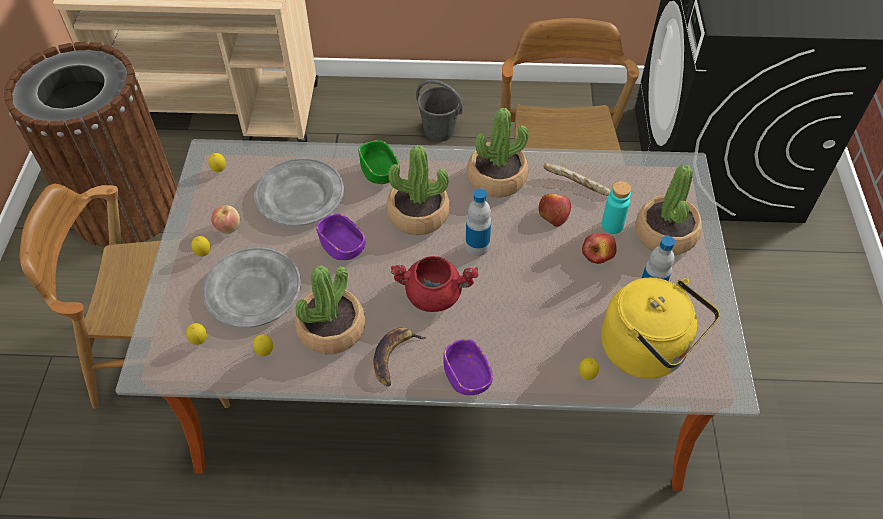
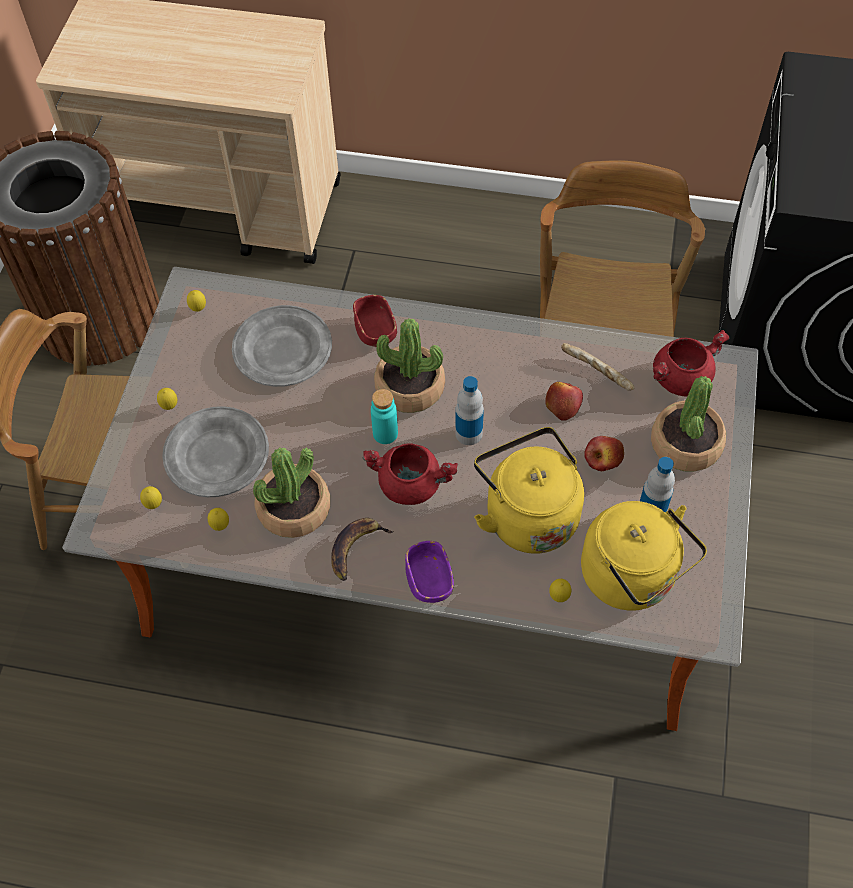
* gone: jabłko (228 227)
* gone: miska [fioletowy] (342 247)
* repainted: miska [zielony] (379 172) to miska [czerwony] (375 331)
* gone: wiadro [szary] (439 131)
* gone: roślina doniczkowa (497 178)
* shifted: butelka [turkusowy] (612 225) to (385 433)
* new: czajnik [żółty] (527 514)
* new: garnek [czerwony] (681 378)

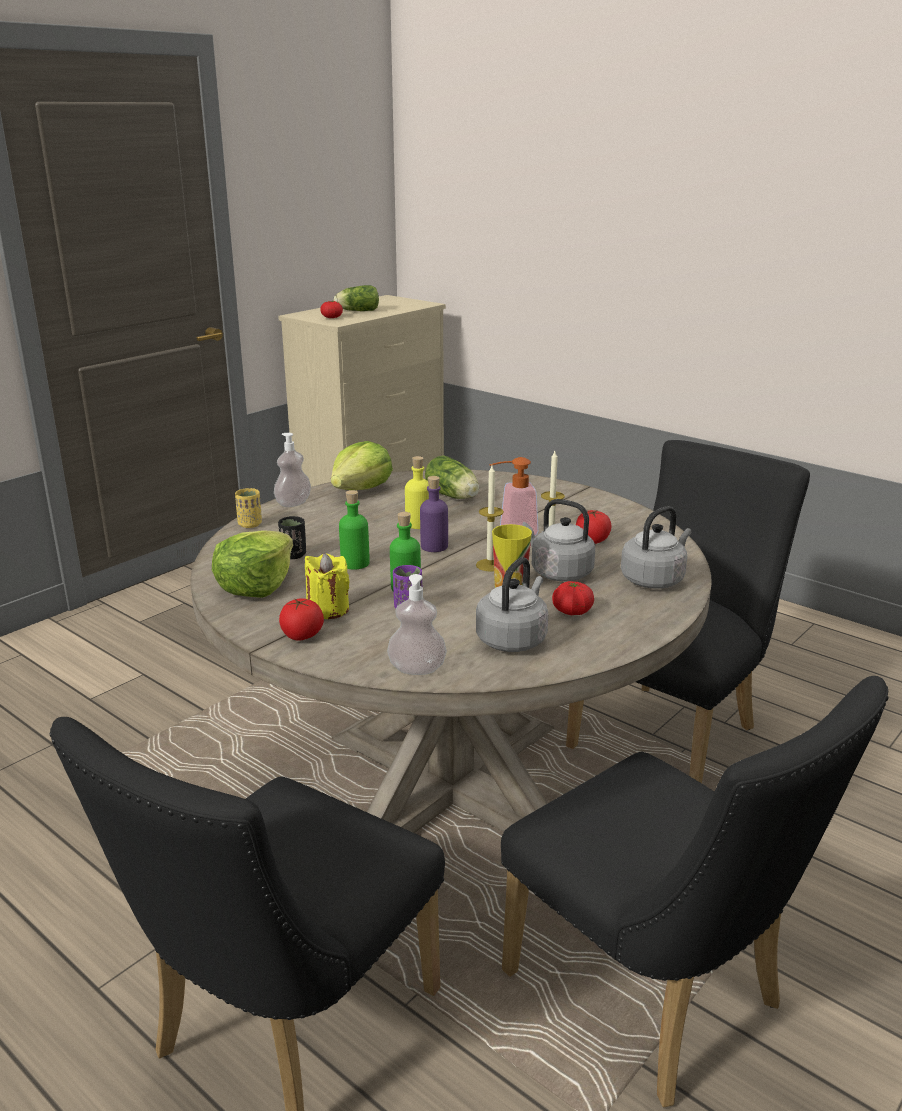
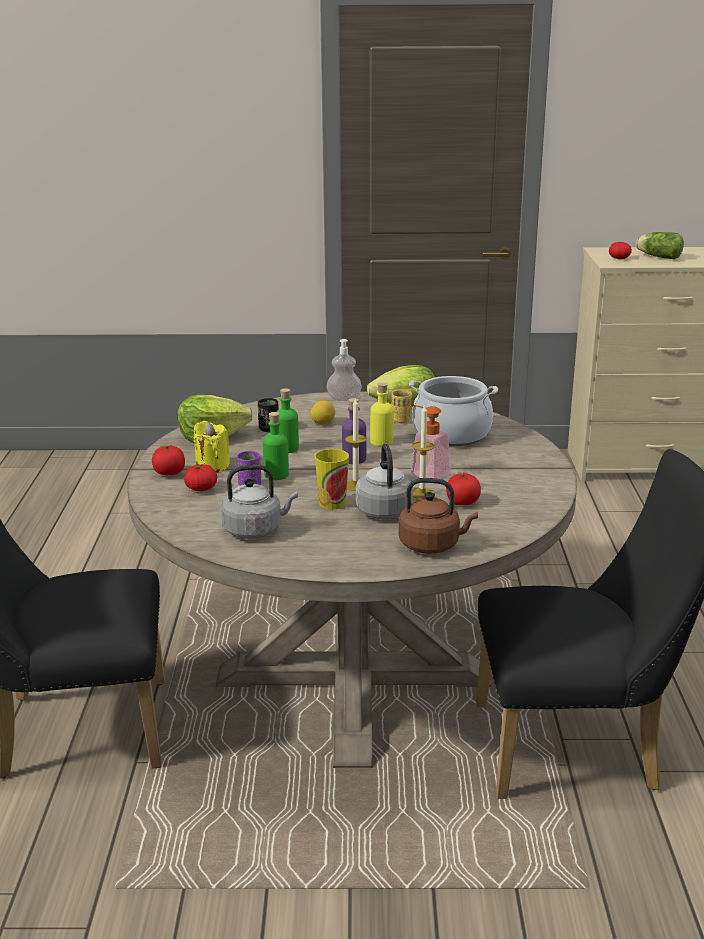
* shifted: filiżanka [żółty] (250 524) to (401 420)
* gone: dozownik mydła (417 669)
* swapped: sałata (454 496) to garnek (451 434)
* gone: krzesło [czarny] (657 1000)
* shifted: pomidor (572 611) to (201 488)
* repainted: czajnik [szary] (654 579) to czajnik [brązowy] (432 545)
* new: cytryna (322 423)

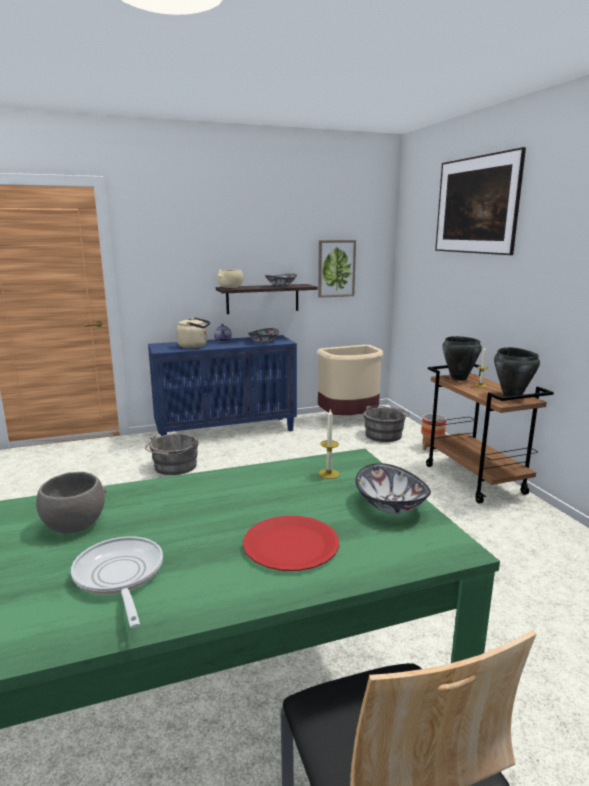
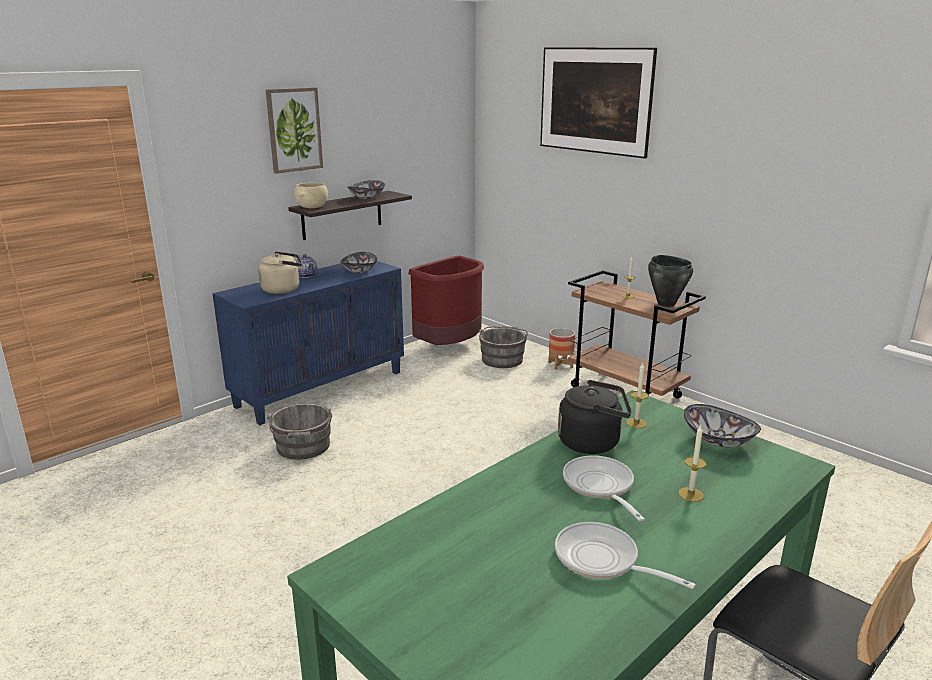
* gone: miska [szary] (74 523)
* swapped: talerz [czerwony] (291 545) to świeca (691 494)
* repainted: kosz na śmieci [beżowy] (349 419) to kosz na śmieci [czerwony] (450 346)
* shifted: obraz (336 268) to (294 130)
* gone: garnek [czarny] (458 378)
* new: czajnik [czarny] (593 442)
* new: patelnia (600 487)

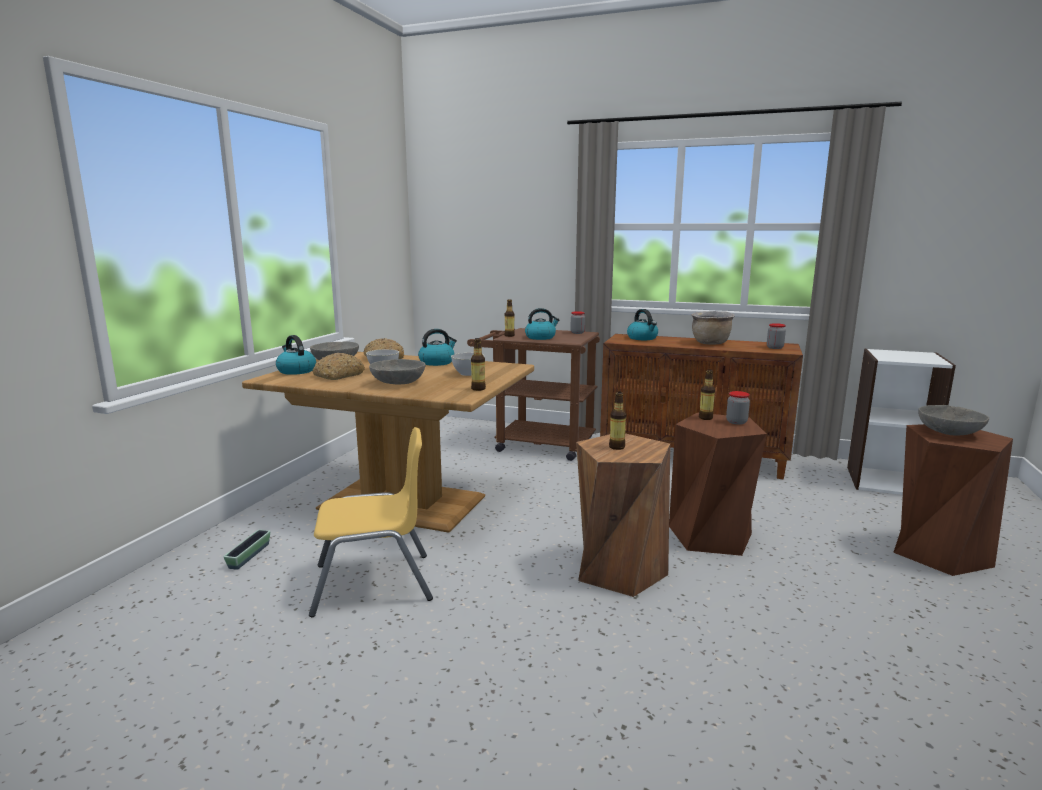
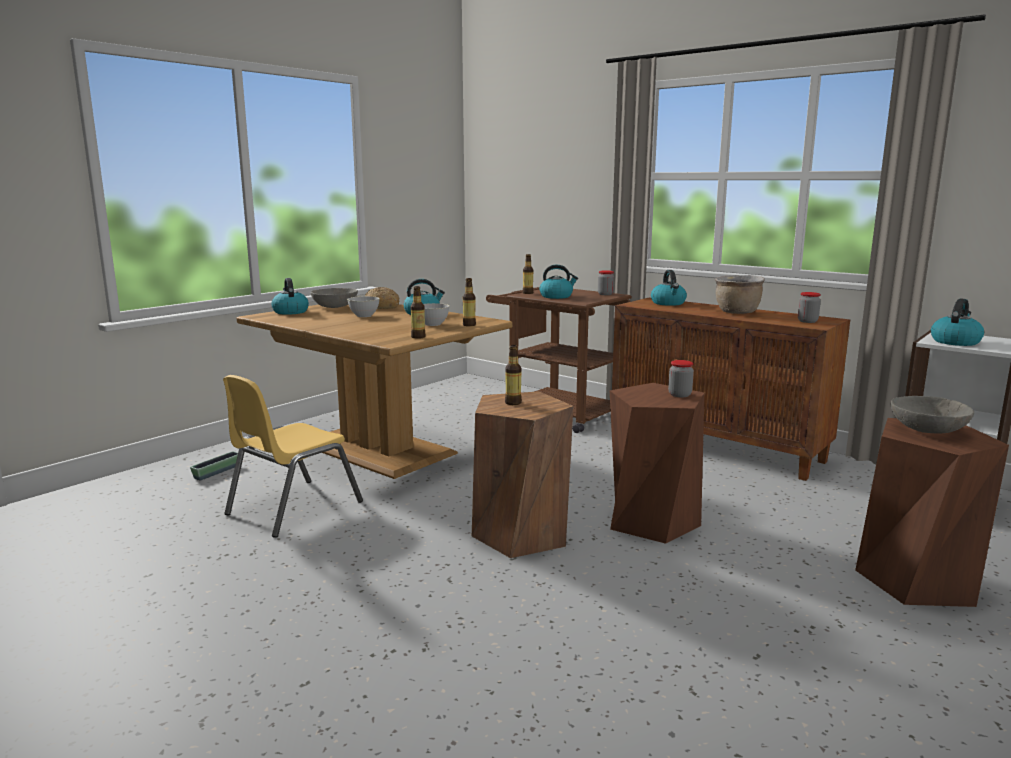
* rotated: krzesło [żółty] (373 583) = (293 508) 120 degrees clockwise
* gone: chleb (339 375)
* gone: miska [szary] (398 383)
* shifted: butelka (705 418) to (469 325)
* new: czajnik (955 342)

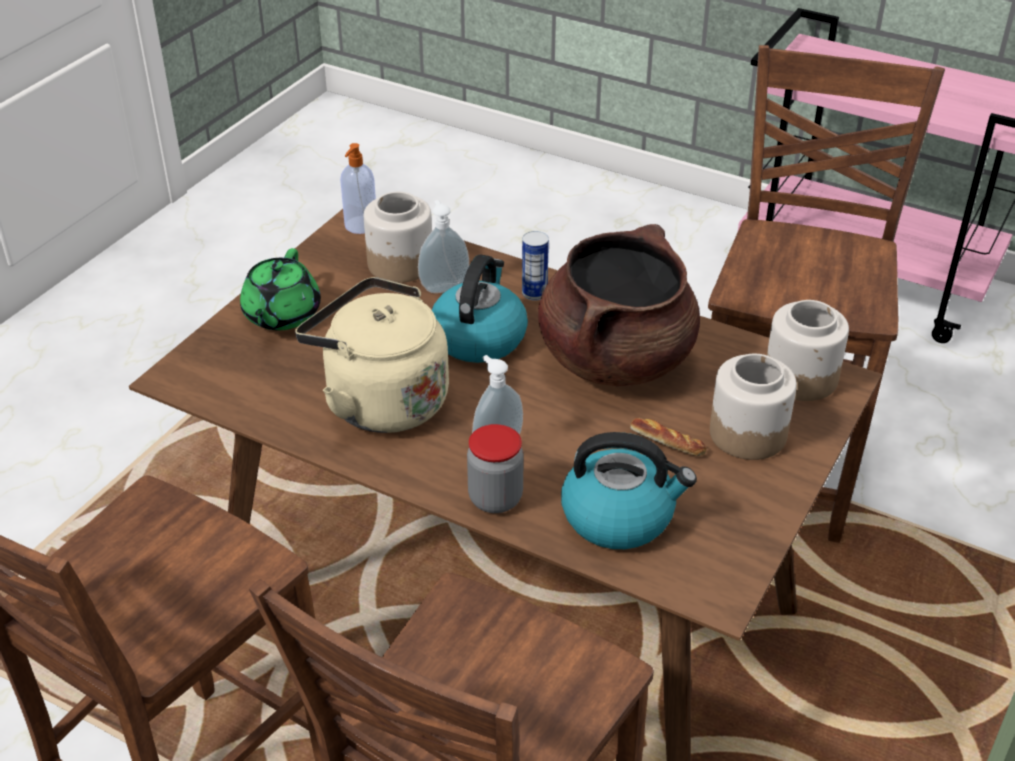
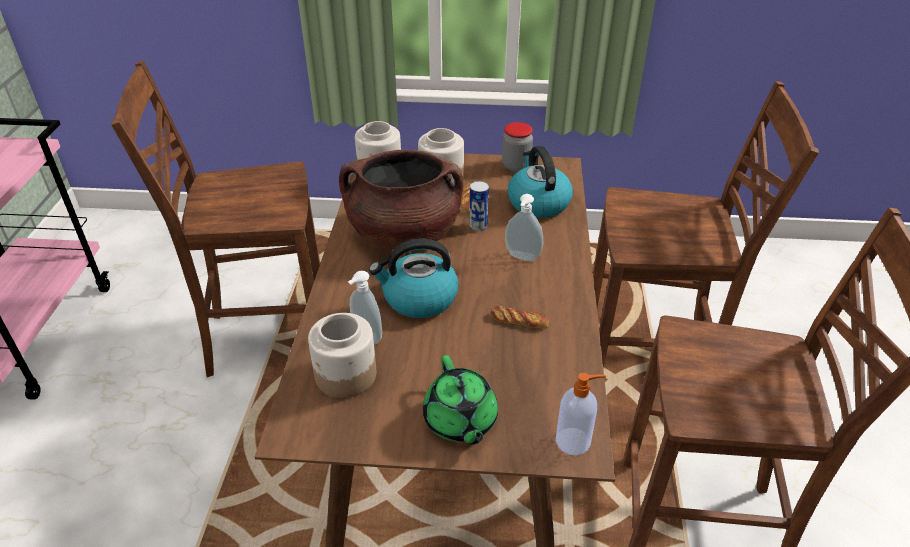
* rotated: imbryk [zielony] (281 315) = (460 421) 90 degrees clockwise
* swapped: czajnik [beżowy] (380 400) to chleb (518 321)
* shifted: dozownik mydła (360 226) to (574 441)
* shifted: słoik (495 499) to (516 166)
* shifted: puszka (534 293) to (478 226)

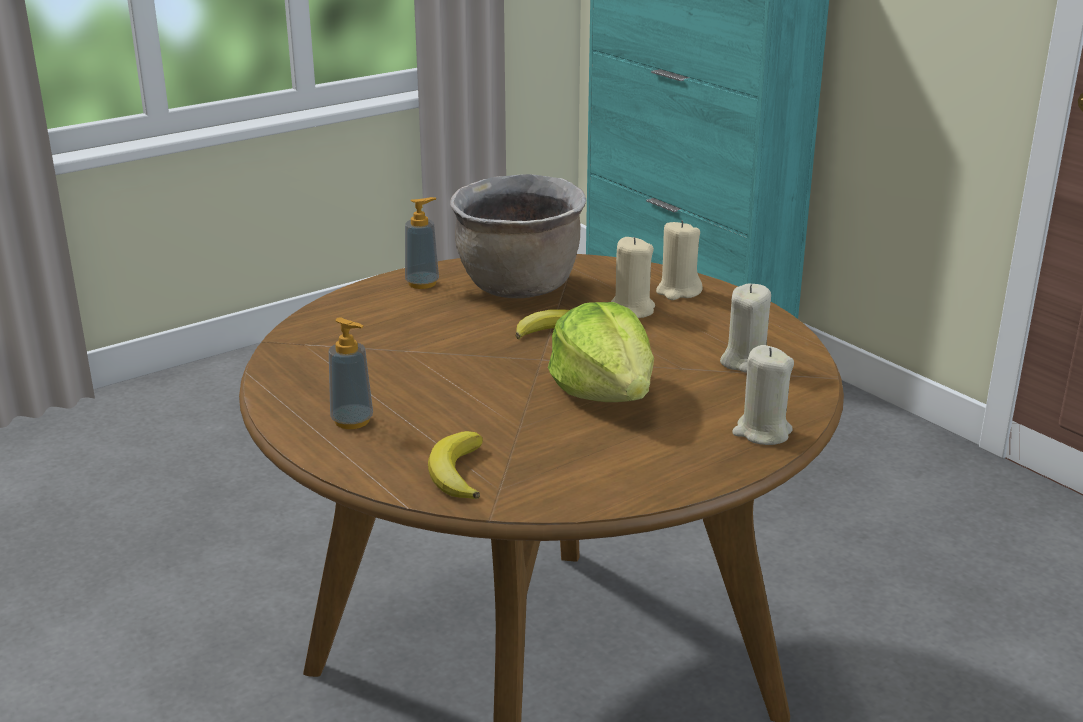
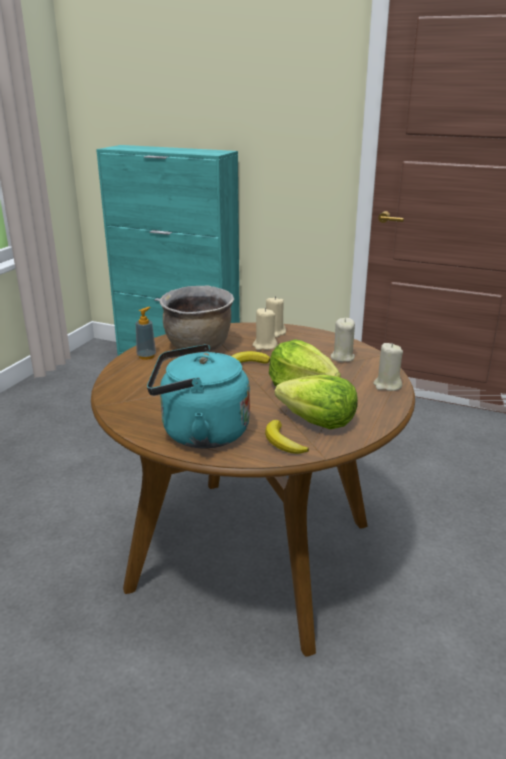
* swapped: dozownik mydła (352 421) to czajnik [turkusowy] (199 433)
* new: sałata (318 421)

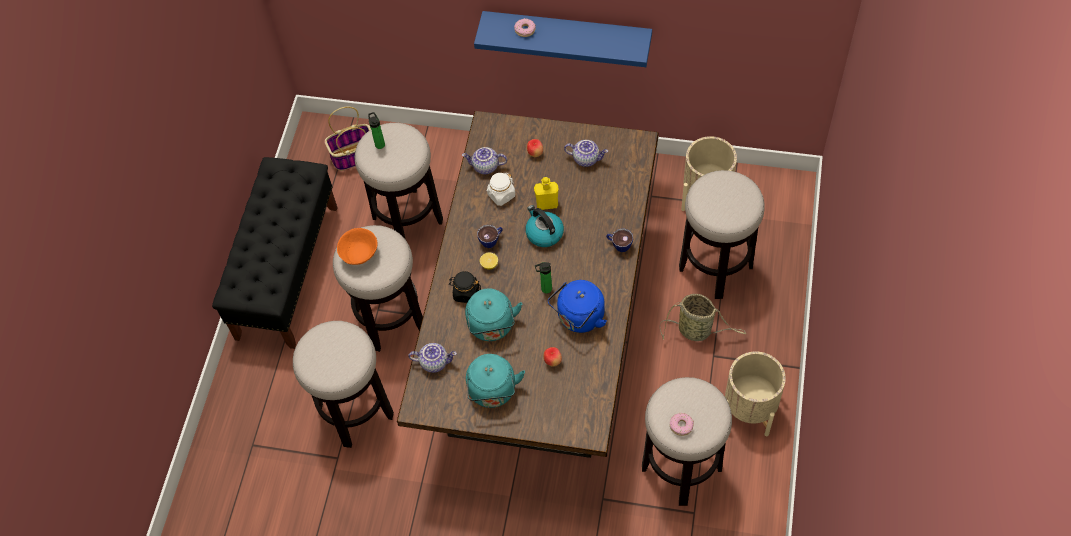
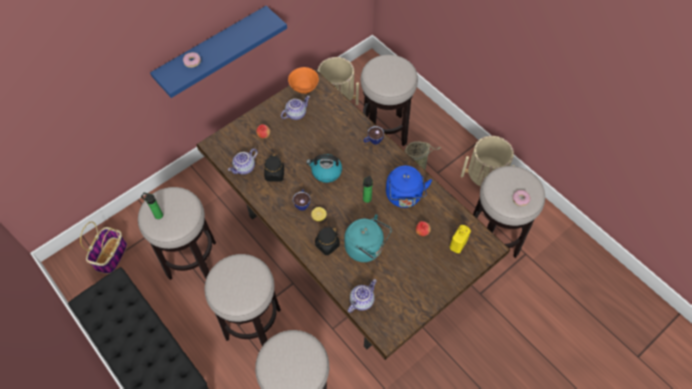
* shifted: miska [pomarańczowy] (359 254) to (303 87)
* gone: czajnik [turkusowy] (493 392)
* repainted: słoik [biały] (501 195) to słoik [czarny] (274 174)
* shifted: butelka [żółty] (547 204) to (458 245)

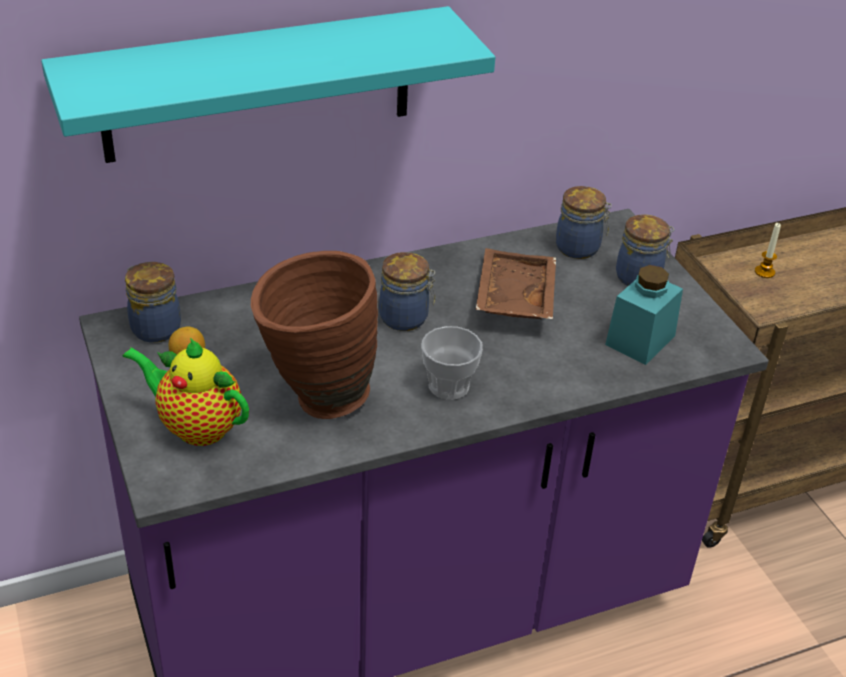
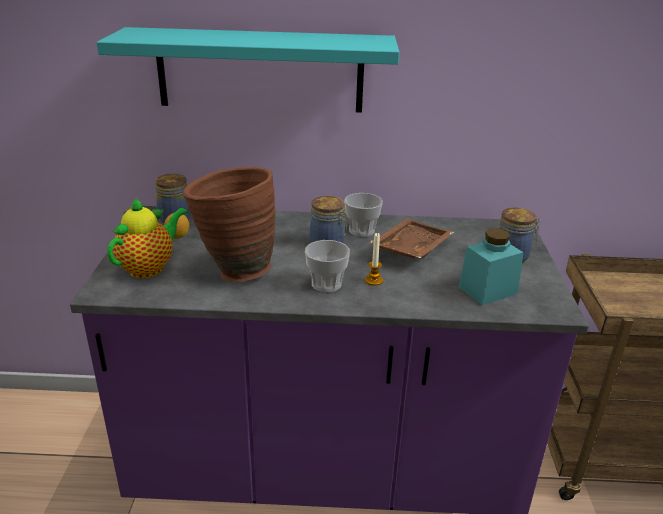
* rotated: imbryk (196 426) = (150 268) 75 degrees clockwise
* gone: słoik (579 248)
* shifted: świeca (764 272) to (374 280)
* new: filiżanka (361 231)

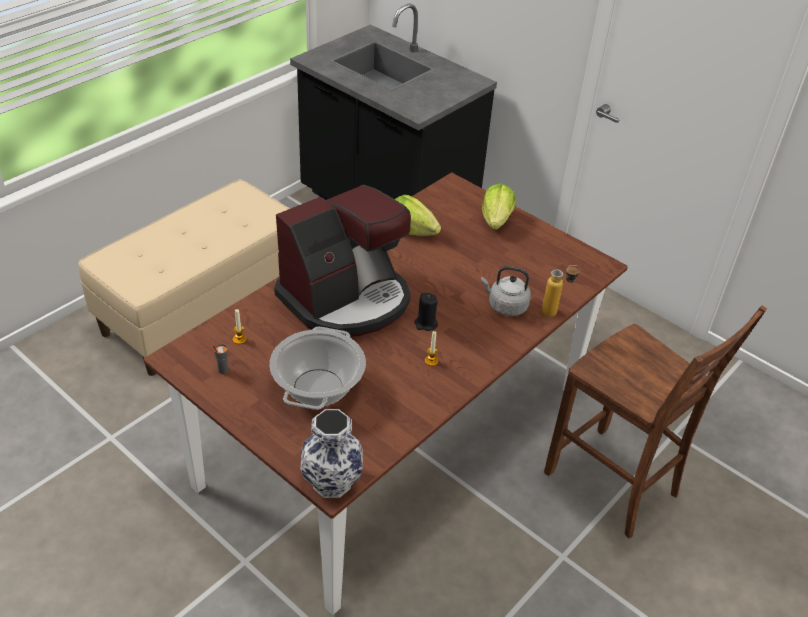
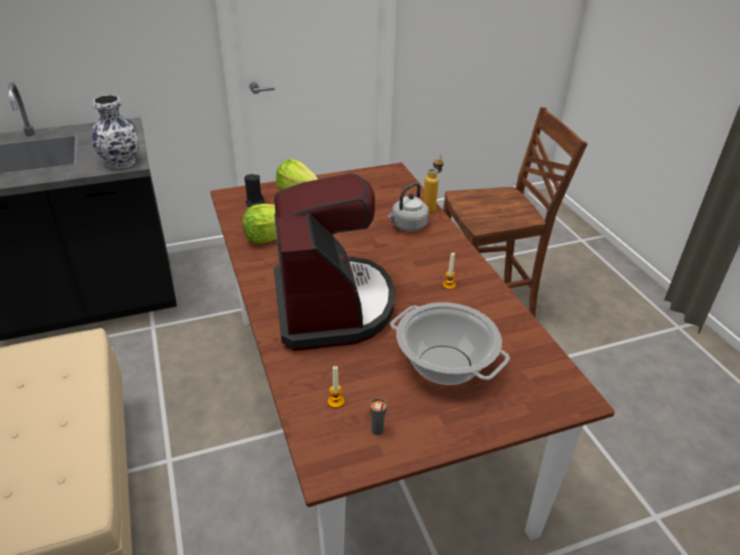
* shifted: wazon (331 481) to (120 162)
* shifted: świeca [czarny] (425 324) to (255 203)

